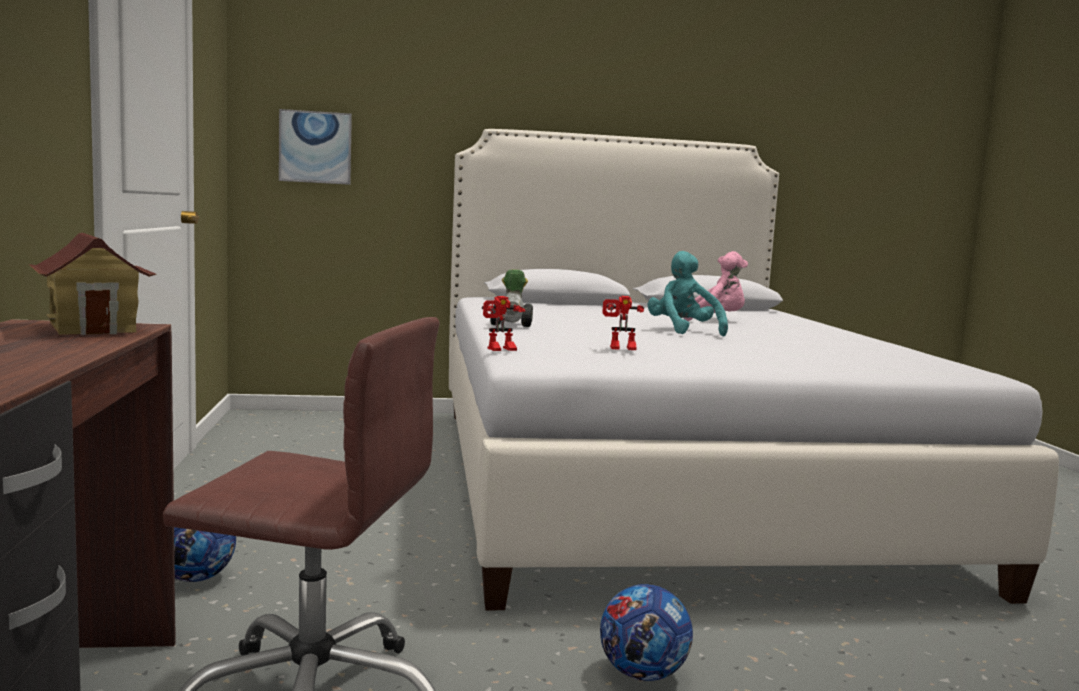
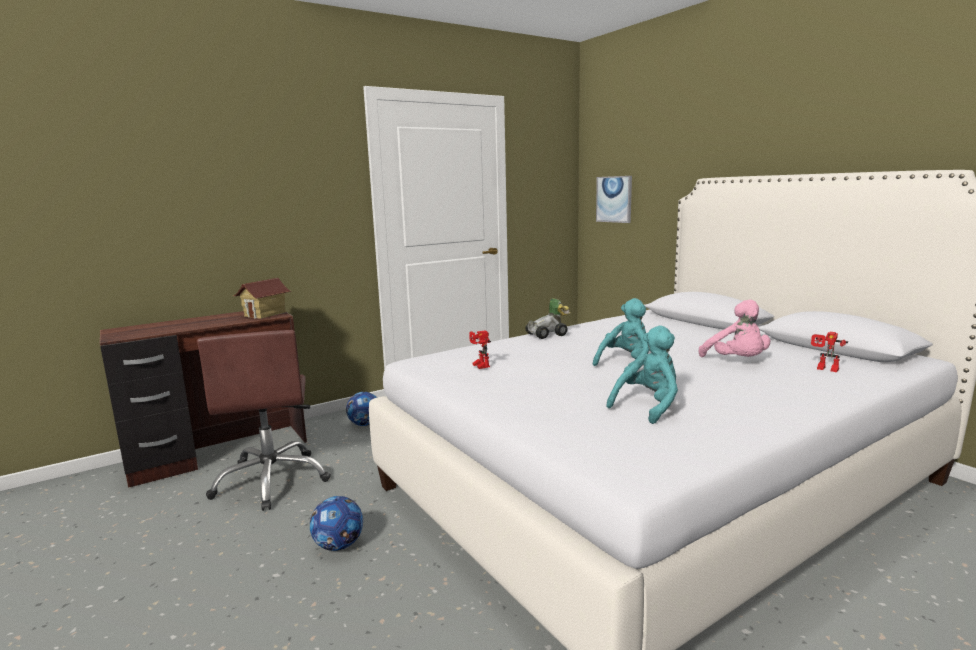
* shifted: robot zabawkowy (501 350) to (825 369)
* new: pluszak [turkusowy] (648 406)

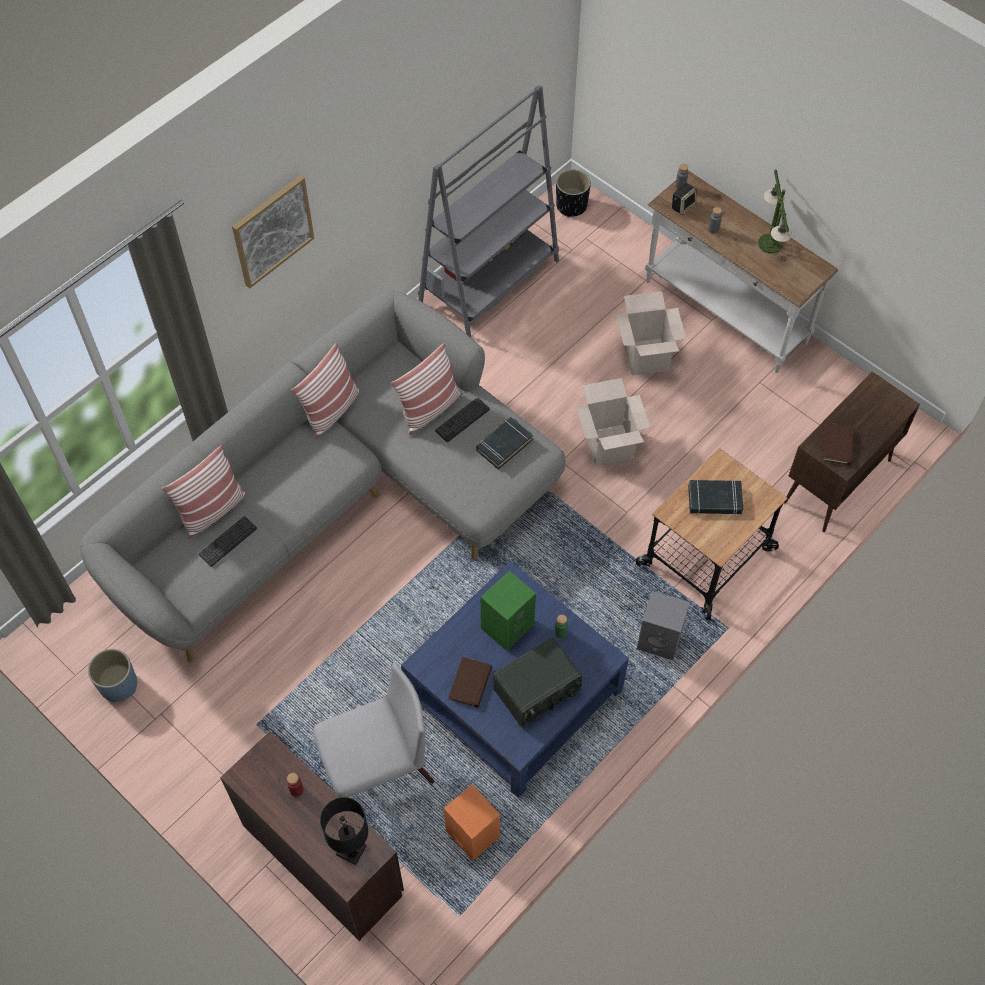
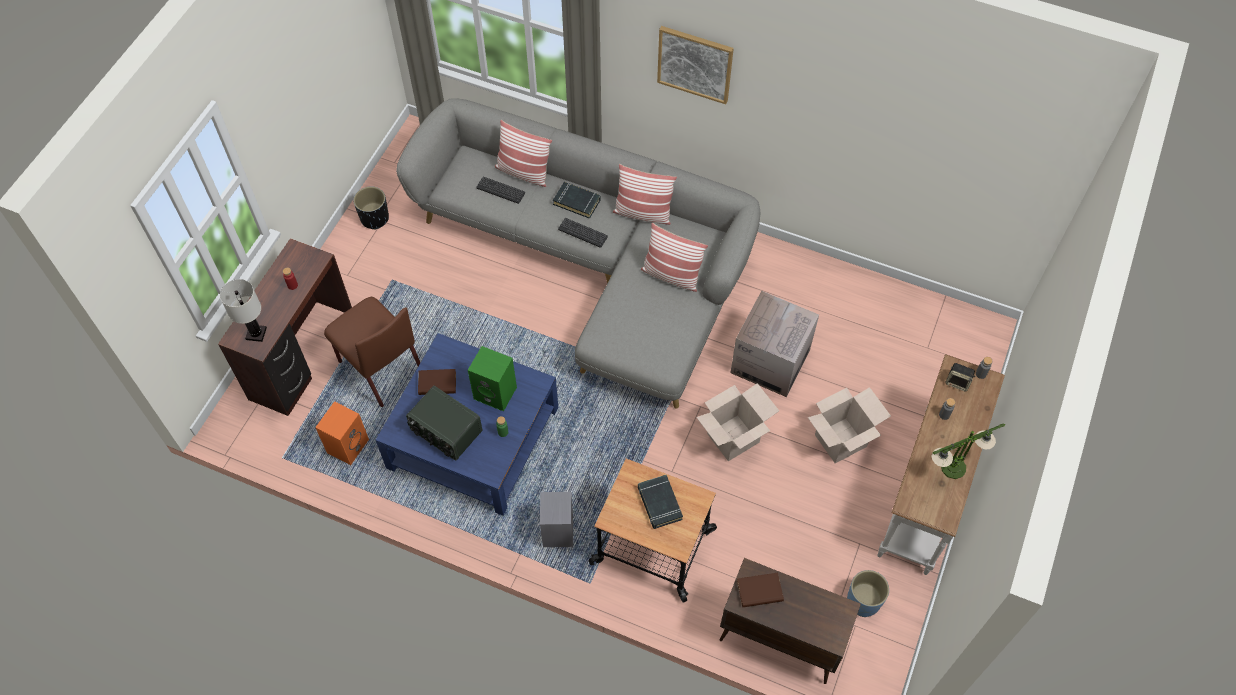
* shifted: donica [niebieski] (118 685) to (863 600)
* repainted: krzesło [szary] (377 769) to krzesło [brązowy] (380 367)
* repainted: lampa stołowa [czarny] (352 850) to lampa stołowa [biały] (256 334)
* gone: regał [szary] (489 282)
* shifted: klawiatura (462 420) to (582 233)
* shifted: książka [czarny] (504 445) to (577 202)
* shifted: donica [czarny] (571 205) to (375 218)
* new: karton (770 361)

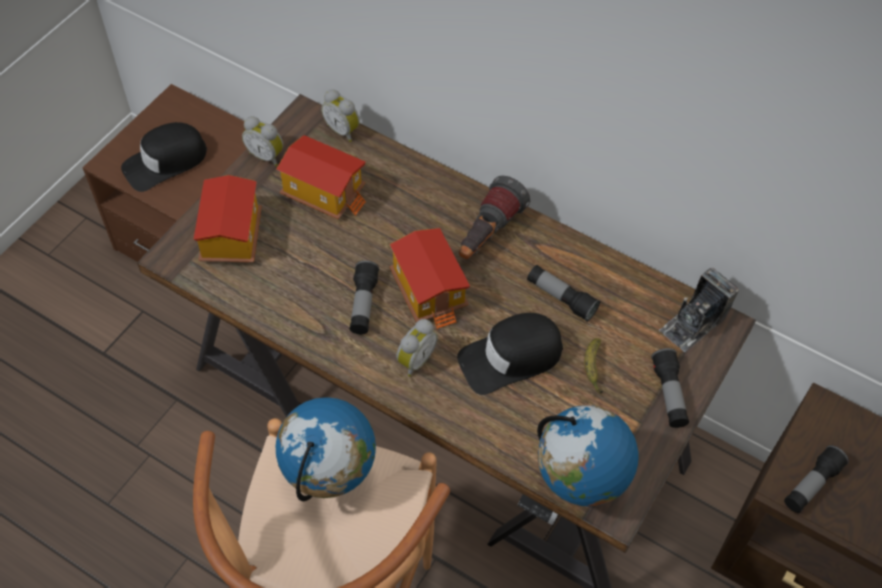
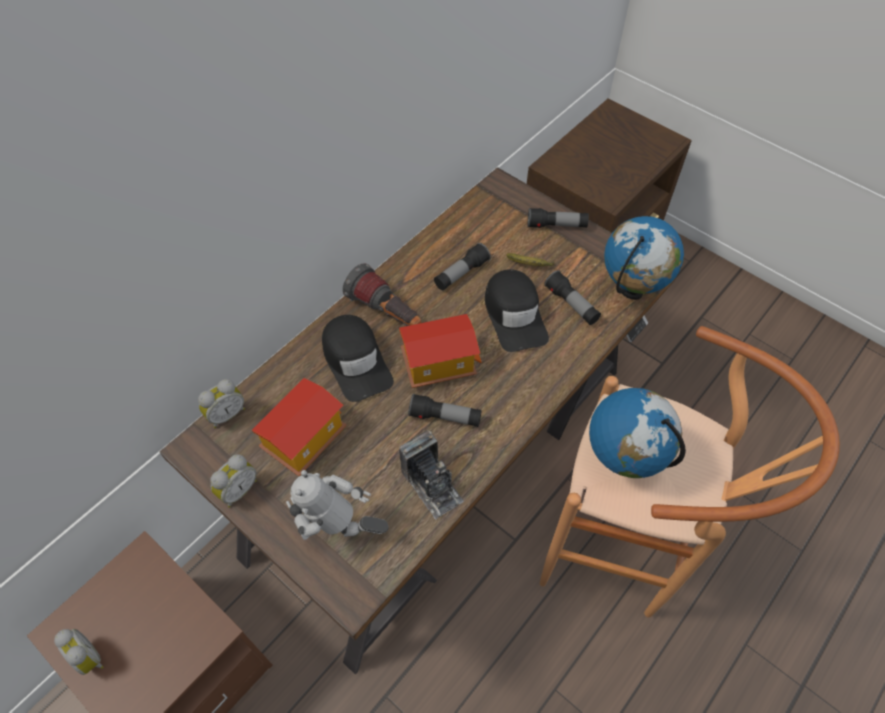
* shifted: czapka z daszkiem [czarny] (165 162) to (356 361)
* swapped: domek (230 237) to robot zabawkowy (340 532)
* shifted: budzik (414 359) to (87 659)
* shifted: aparat fotograficzny (693 323) to (431 485)
* shifted: latarka (811 485) to (571 304)

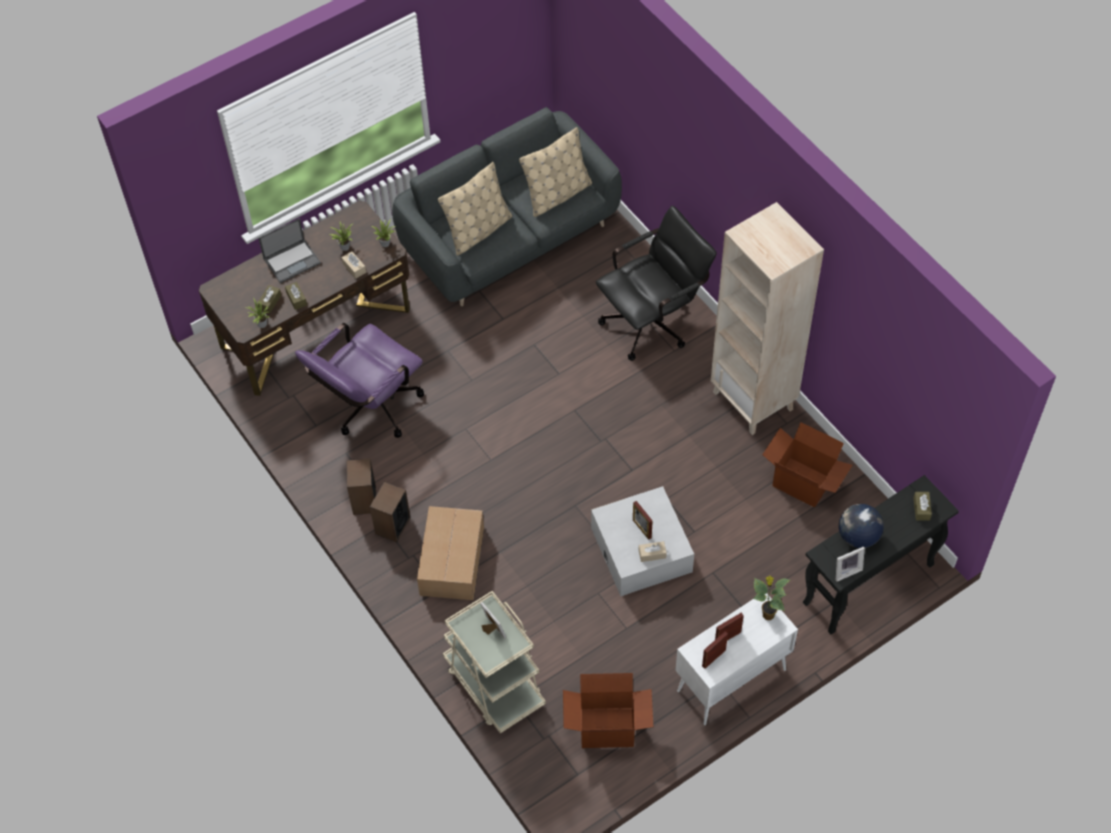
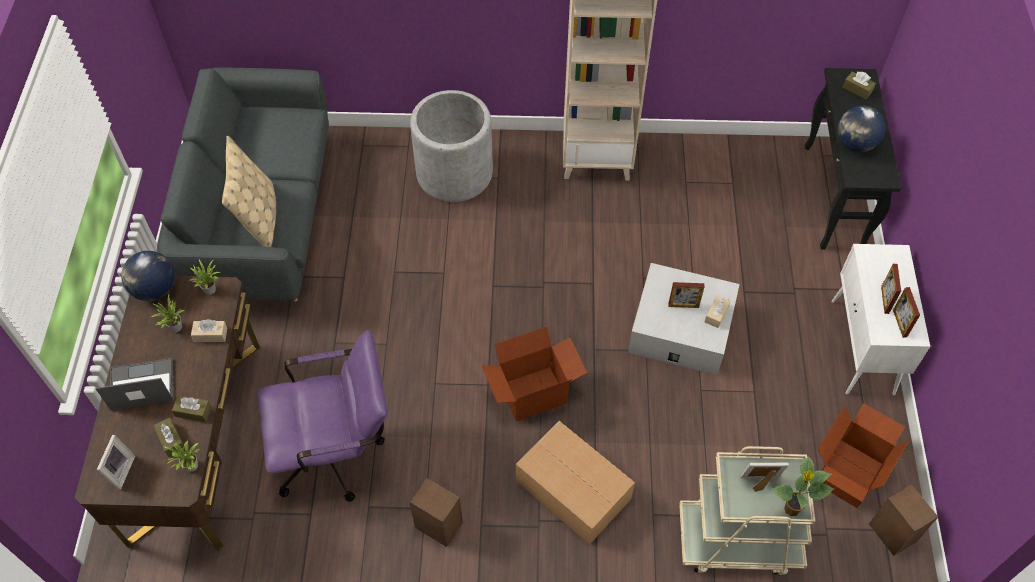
* rotated: laptop (292 260) = (141 385) 105 degrees counterclockwise
* rotated: krzesło biurowe [fioletowy] (369 409) = (337 452) 90 degrees counterclockwise
* shifted: głośnik (392 525) to (892 533)
* gone: poduszka [beżowy] (557 195)
* swapped: krzesło biurowe [czarny] (653 321) to donica [szary] (454 173)
* shifted: roślina doniczkowa (767 614) to (791 510)
* shifted: karton (803 481) to (533 392)
* shifted: ramka na zdjęcie (846 570) to (120 471)
* new: globus (155 290)

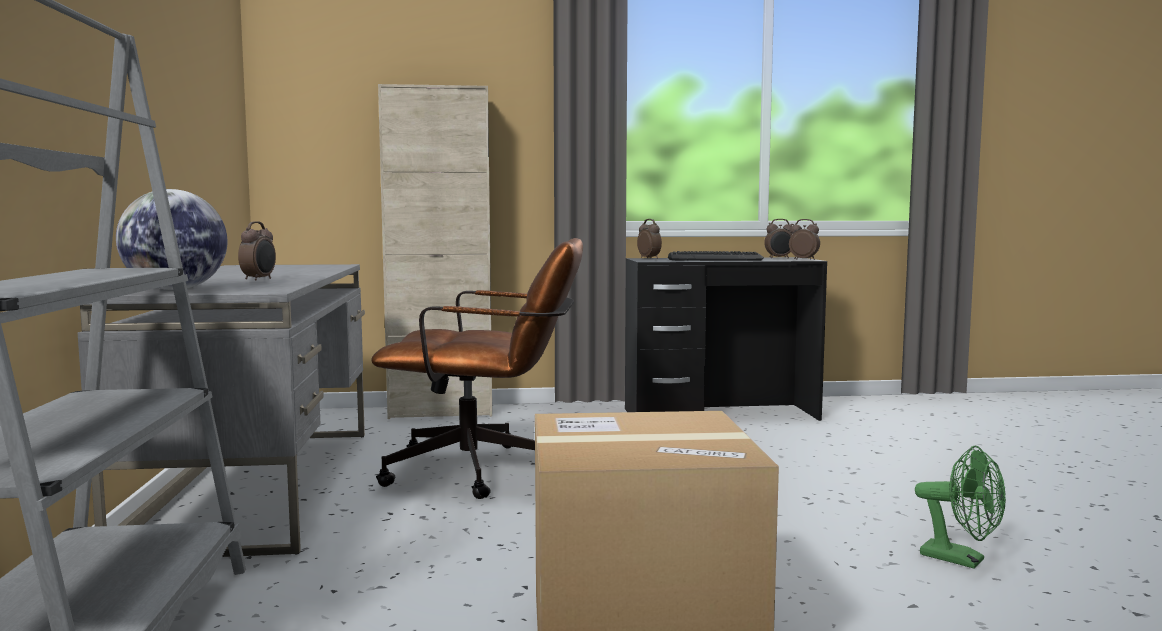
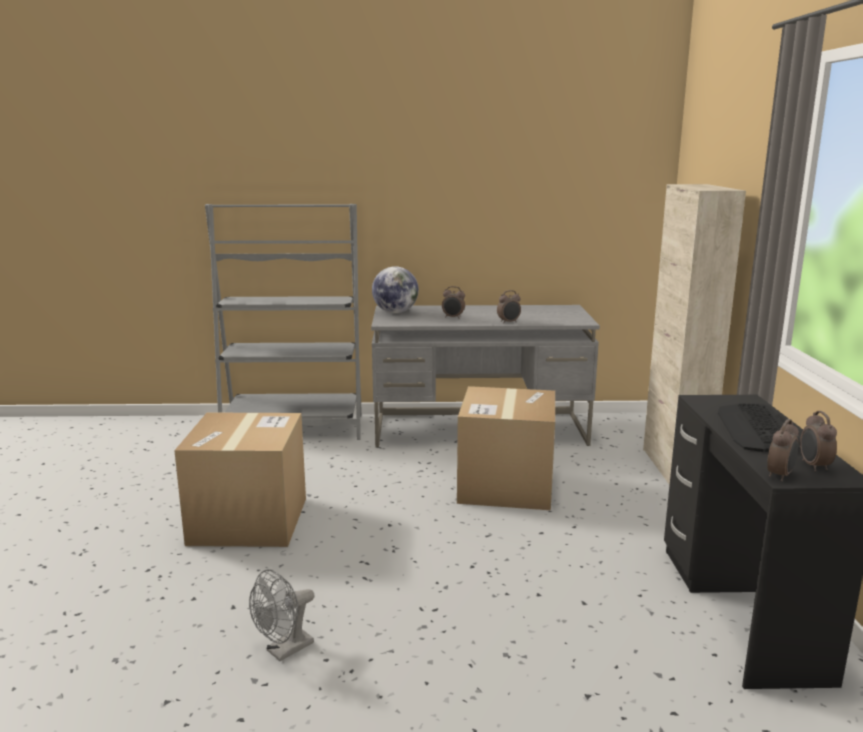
* swapped: krzesło biurowe [brązowy] (487 472) to karton (506 486)
* shifted: budzik (649 258) to (509 322)
* repainted: wentylator [zielony] (962 560) to wentylator [szary] (284 651)

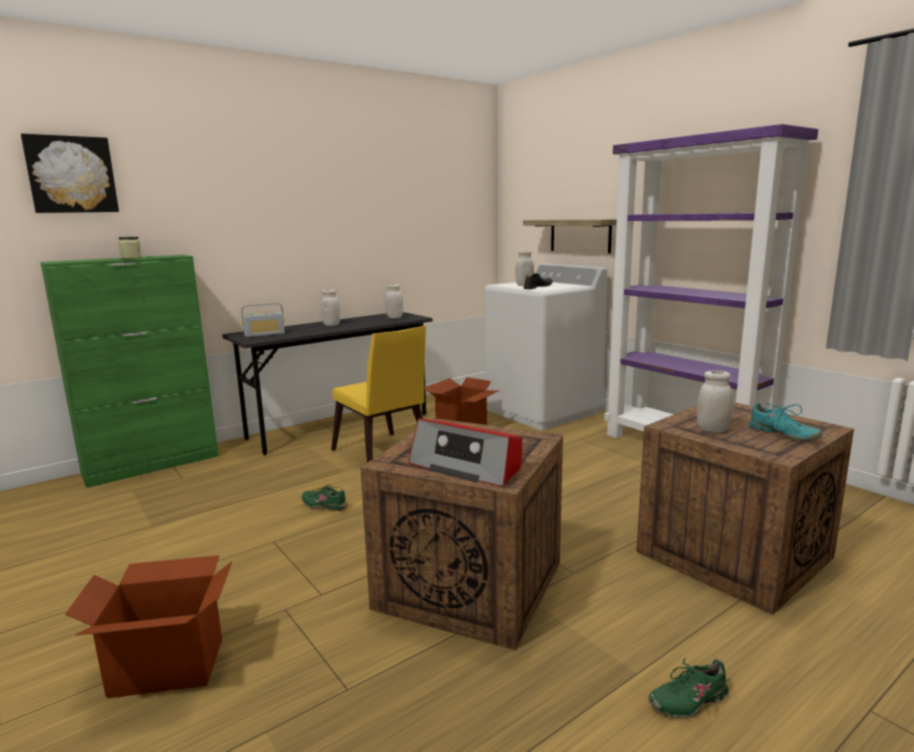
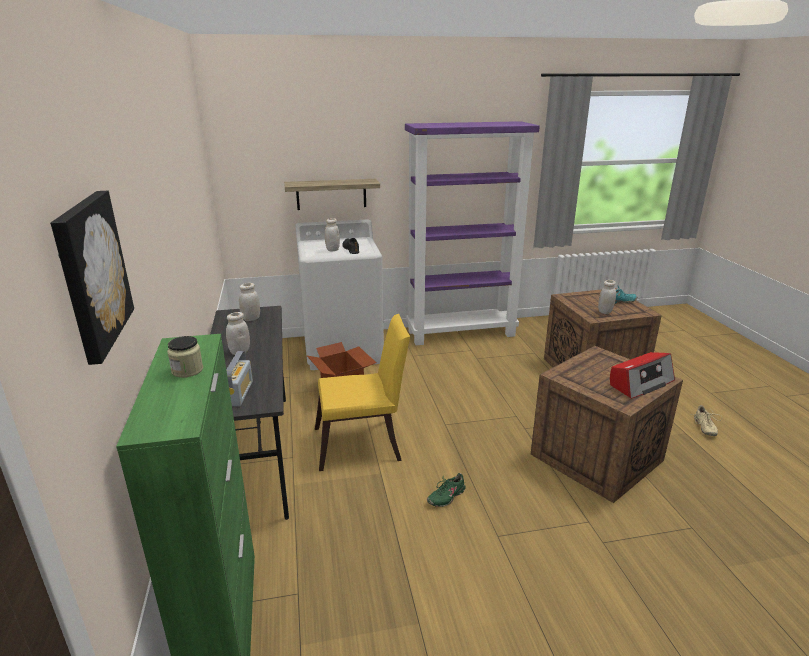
* gone: karton (167 666)
* repainted: but [zielony] (688 700) to but [beżowy] (704 427)

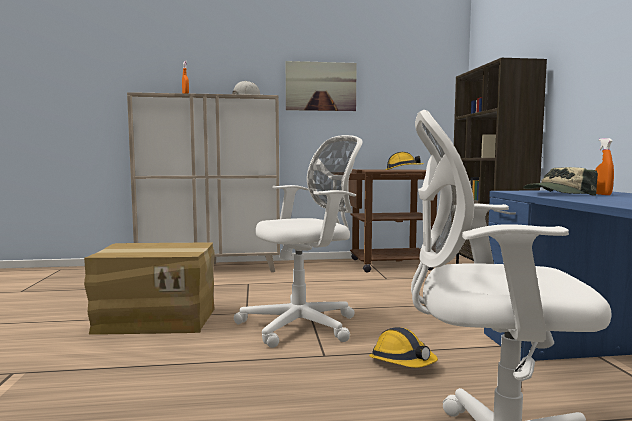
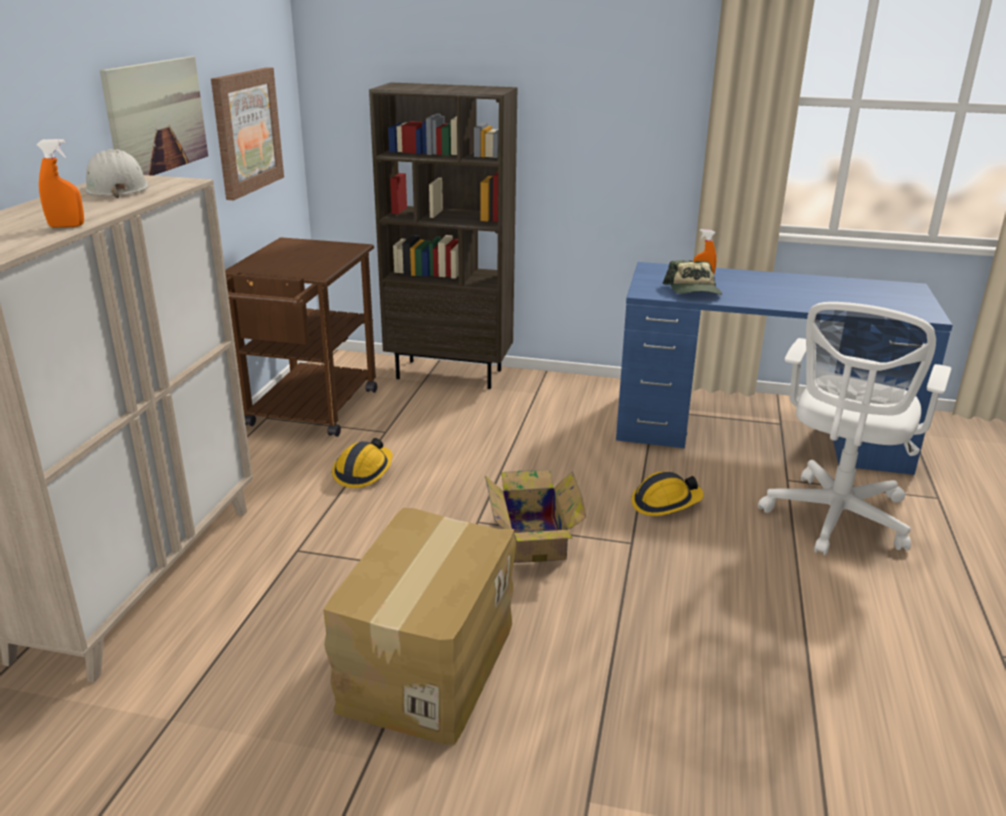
* swapped: krzesło biurowe [biały] (304 325) to karton (533 536)
* shifted: kask (403 170) to (363 472)
* new: obraz (246 131)

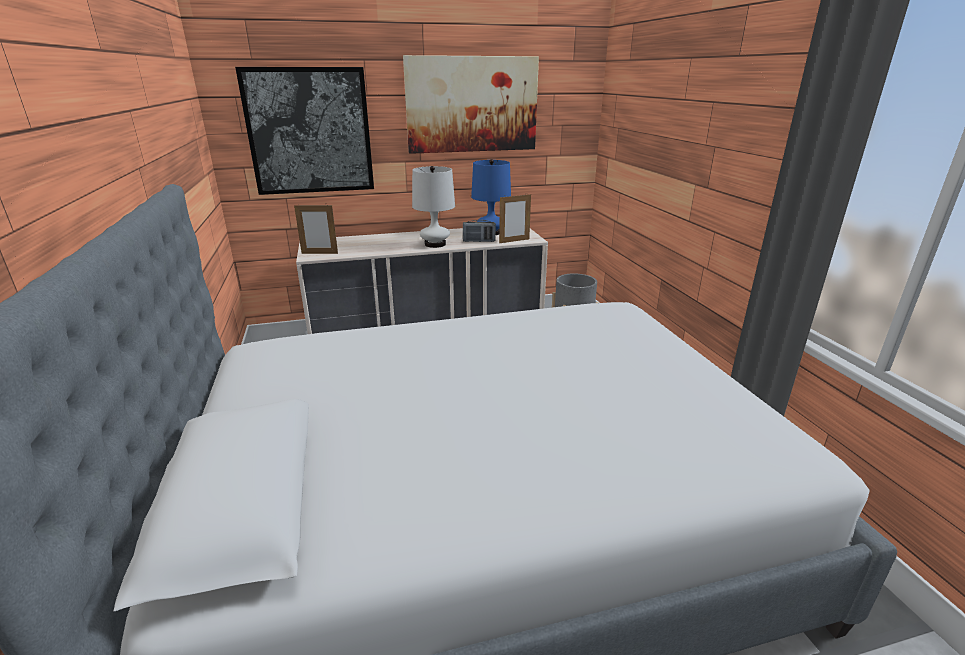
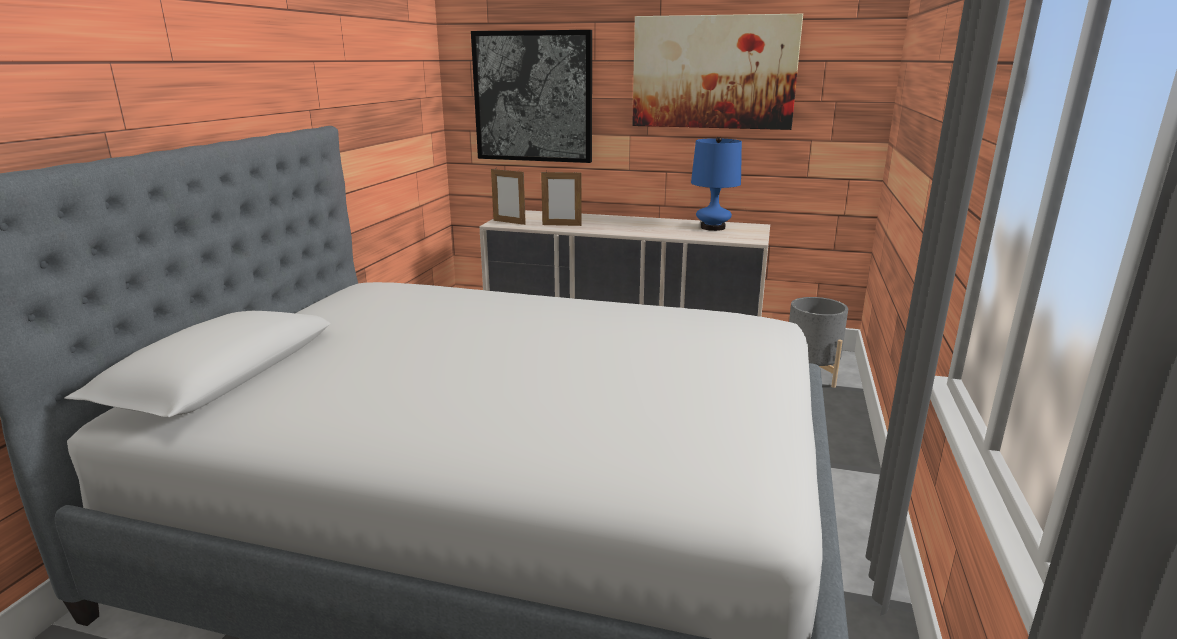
* gone: lampa stołowa [biały] (435 244)
* gone: radio (479 241)
* shifted: ramka na zdjęcie (514 241) to (562 225)

